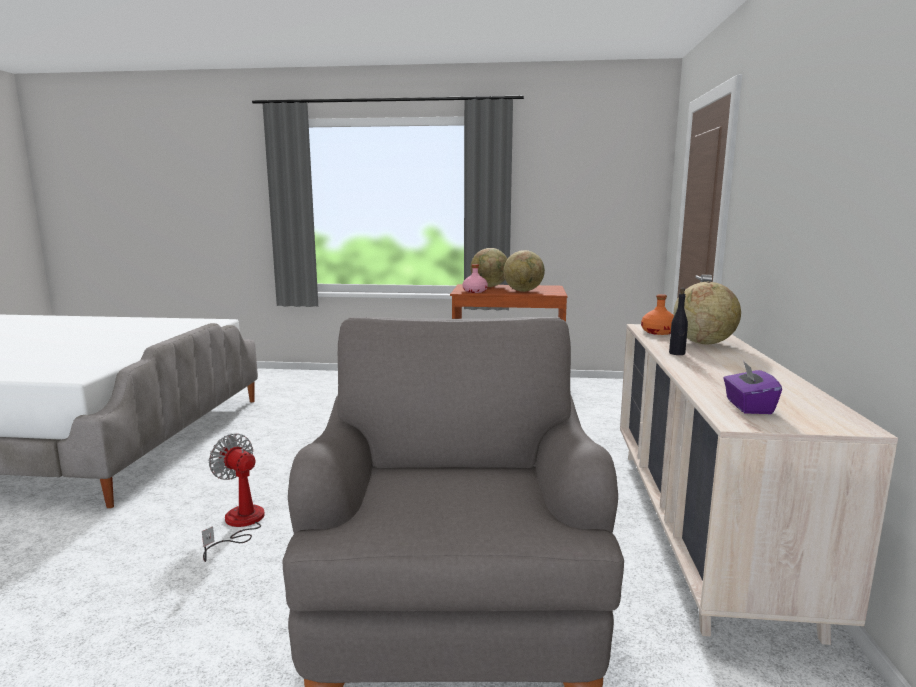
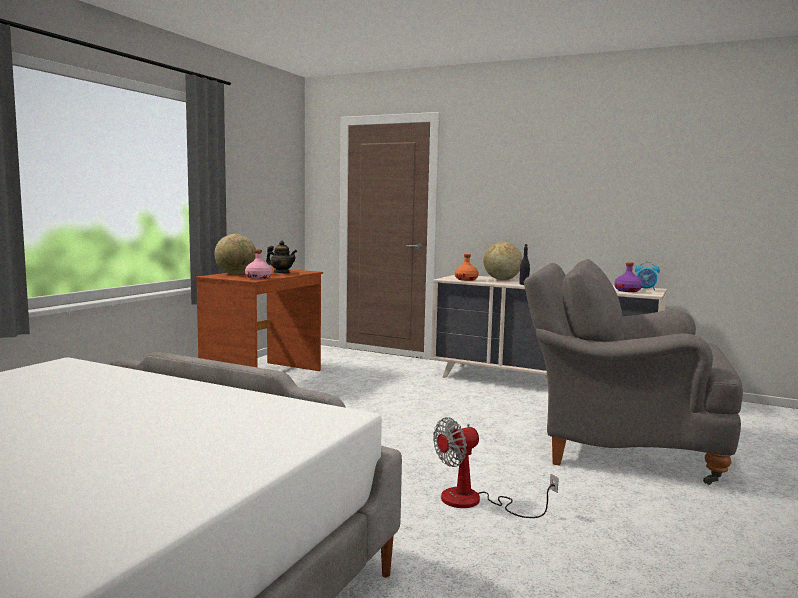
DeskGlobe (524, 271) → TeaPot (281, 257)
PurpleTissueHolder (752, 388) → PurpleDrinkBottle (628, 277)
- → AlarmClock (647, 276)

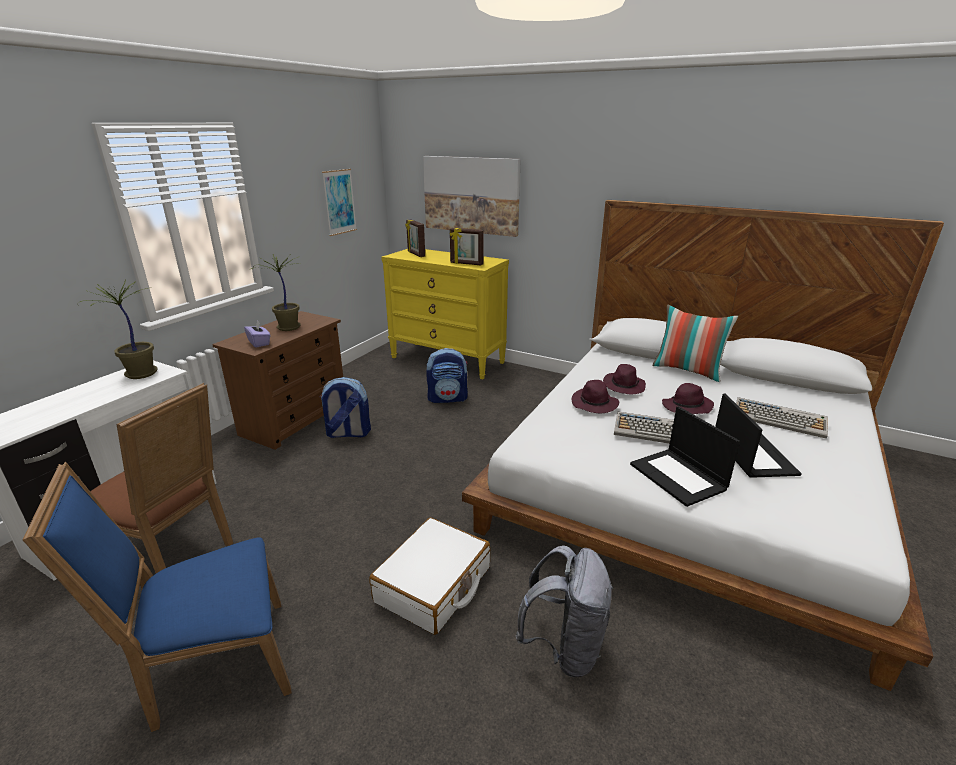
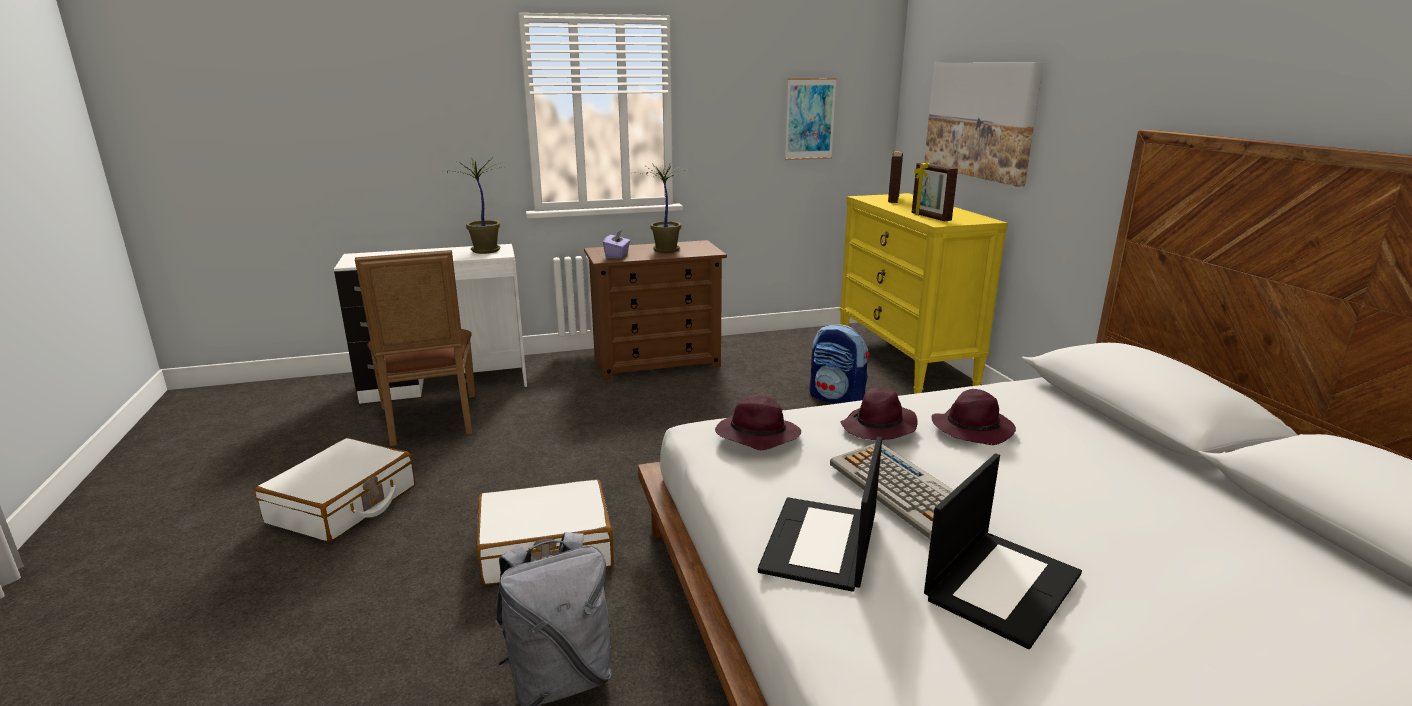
Pillow (695, 343) → -
Knapsack (345, 407) → -
PurpleWearableHat (688, 398) → PurpleWearableHat (758, 422), relocated
PcKeyboard (782, 418) → -
BluishPlainChair (157, 597) → WhiteColouredTravelCase (335, 490)

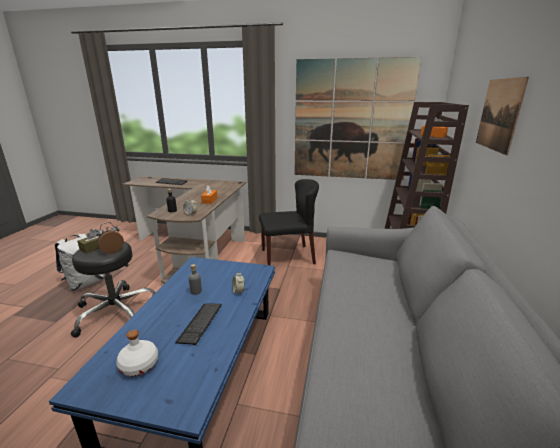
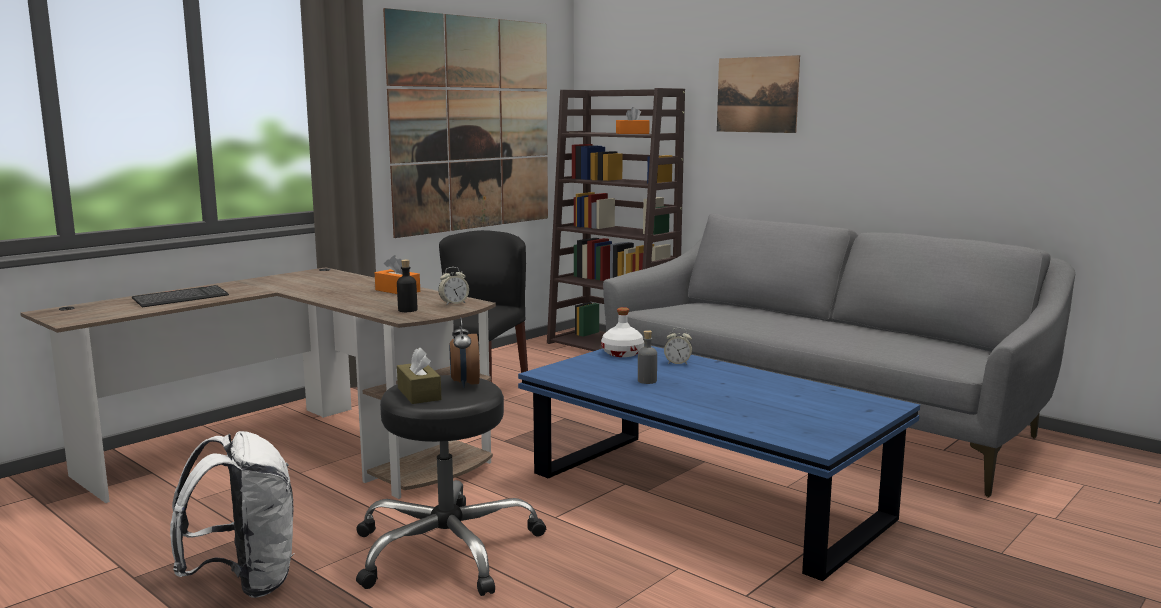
PcKeyboard (198, 324) → -
WhiteColouredDrinkBottle (137, 353) → WhiteColouredDrinkBottle (622, 332), relocated

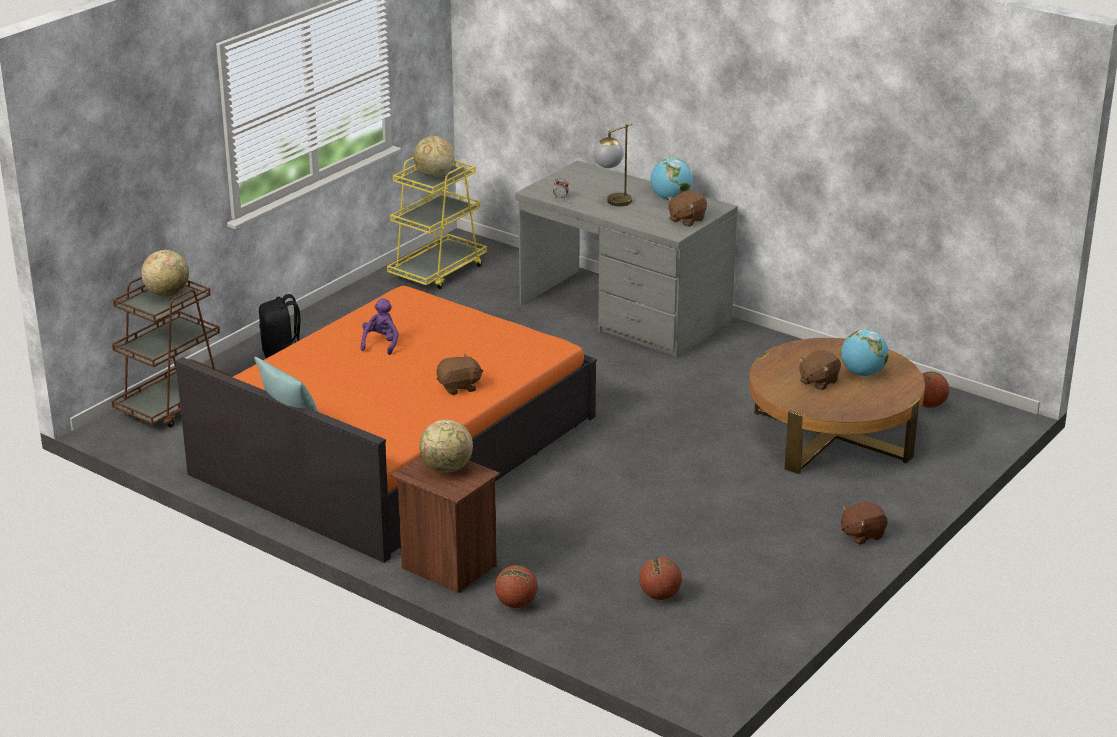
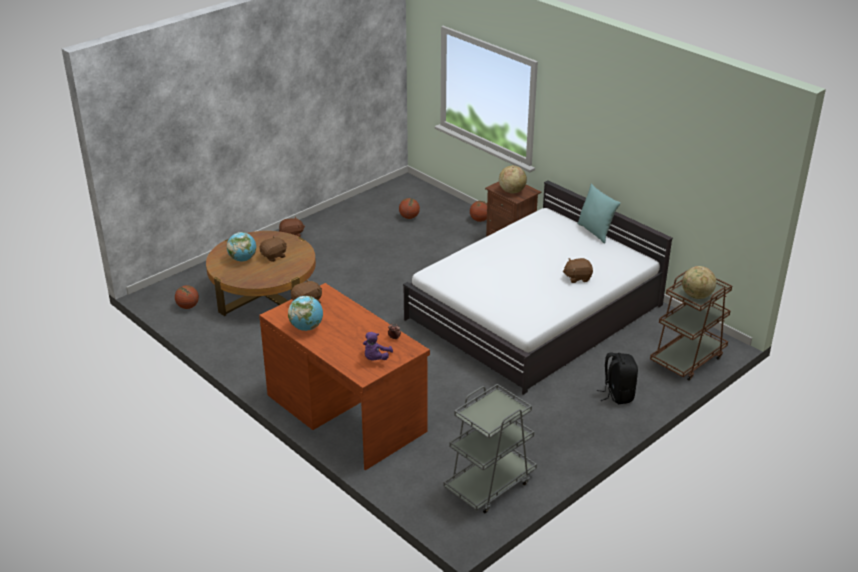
LampForATable (612, 164) → -
DeskGlobe (434, 156) → -
YellowWheeledCart (437, 223) → GreyWheeledCart (490, 448)
GreyDesk (627, 259) → BrownDesk (344, 376)
OrangeyBed (386, 424) → WhiteColouredBed (538, 287)
PurpleCuddlyToy (380, 326) → PurpleCuddlyToy (378, 346), relocated
BrownCuddlyToy (459, 374) → BrownCuddlyToy (578, 270), relocated

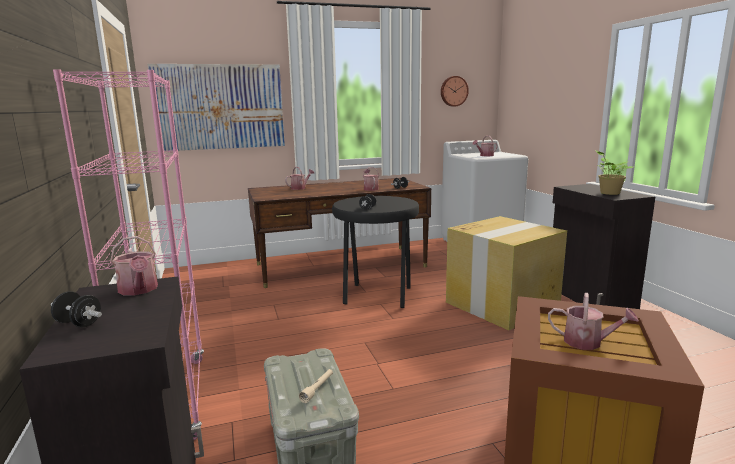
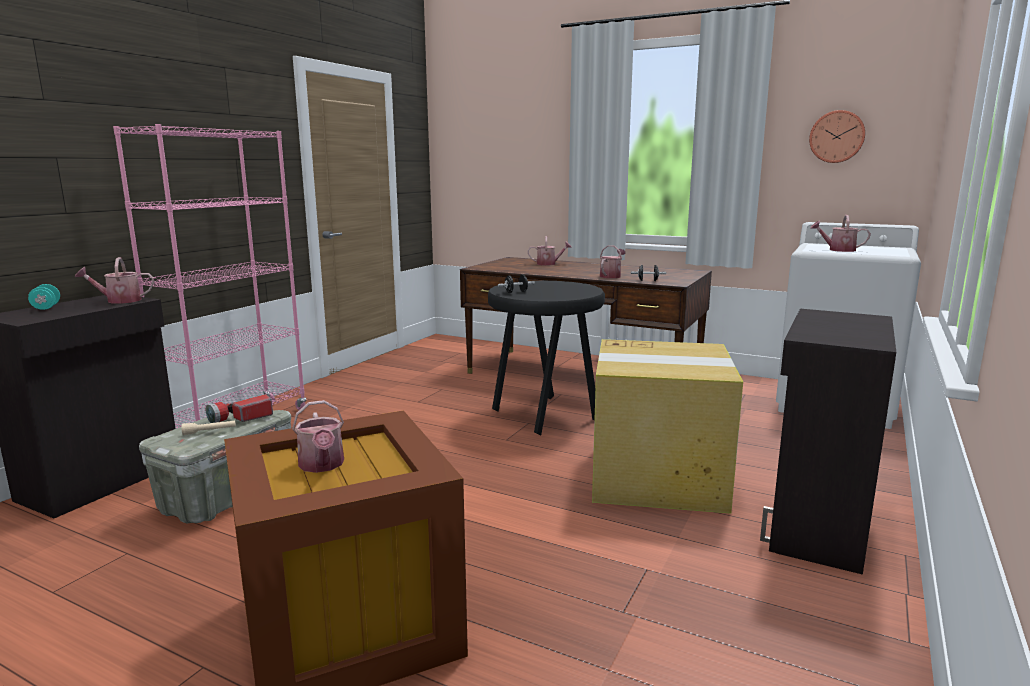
Picture (216, 107) → -
Houseplant (614, 172) → -
WateringPot (134, 265) → WateringPot (114, 280), 60 degrees clockwise
BlackDumbbell (76, 309) → BlueGreenDumbbell (44, 297)
- → HandTorch (239, 408)

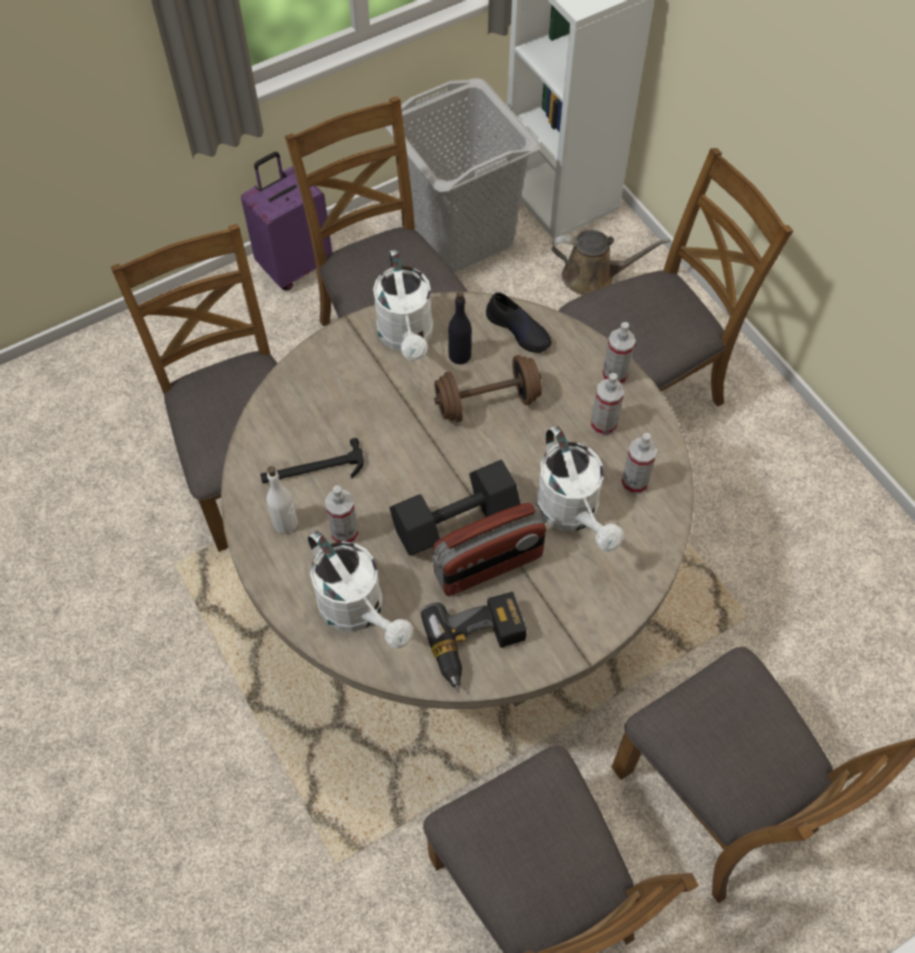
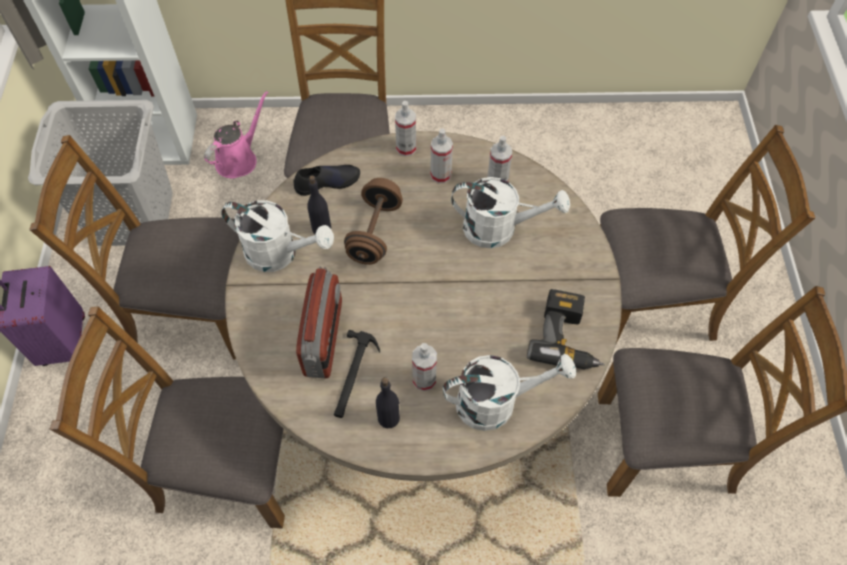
BrownWateringPot (611, 263) → PinkColouredWateringPot (236, 135)
BlackDumbbell (454, 507) → -
WhiteColouredDrinkBottle (282, 500) → BlackDrinkBottle (388, 402)
RadioReceiver (489, 549) → RadioReceiver (319, 322), relocated

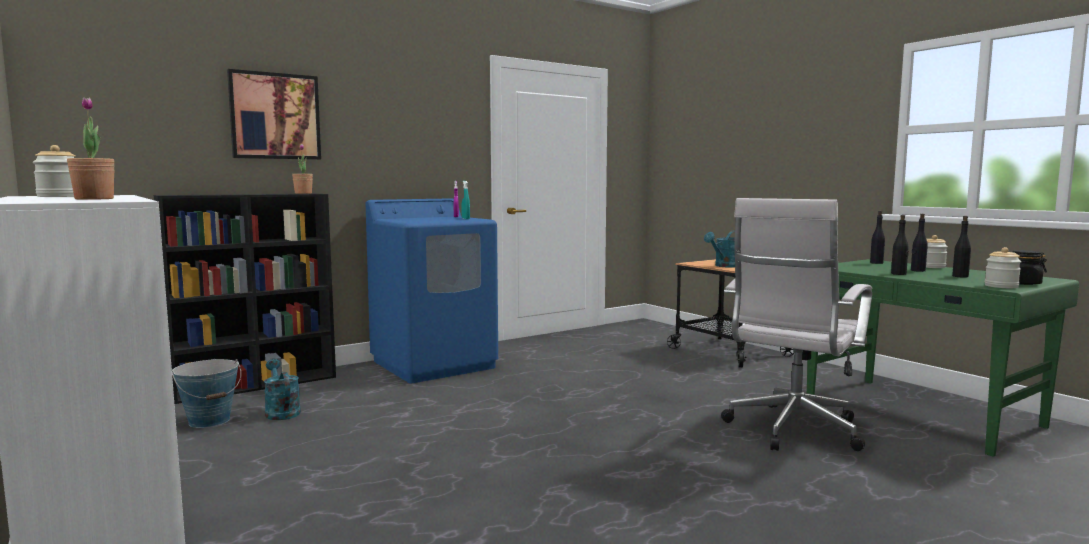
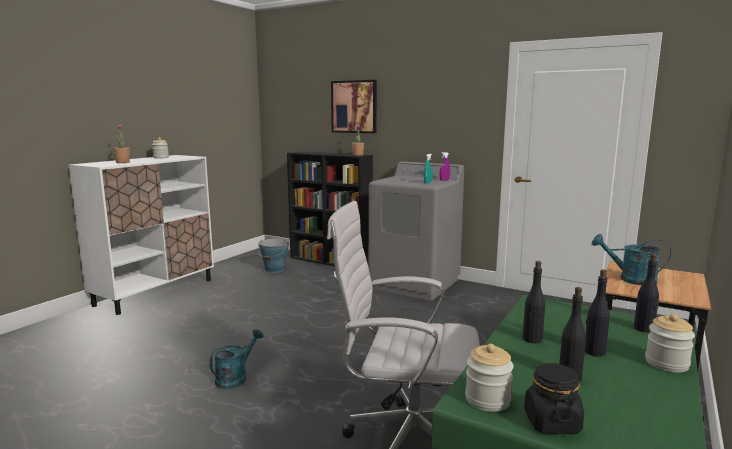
BluishLaundryAppliance (432, 290) → GreyLaundryAppliance (416, 231)
BlueGreenWateringPot (282, 389) → BlueGreenWateringPot (236, 359), relocated

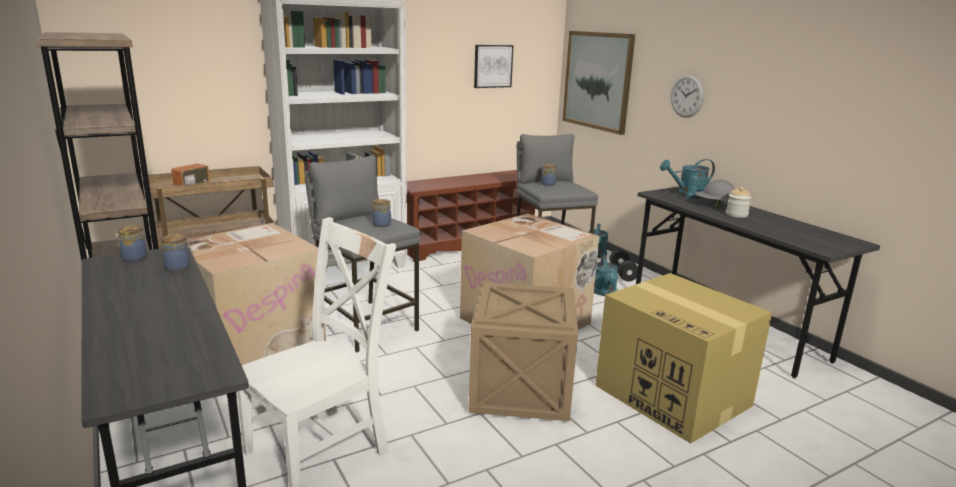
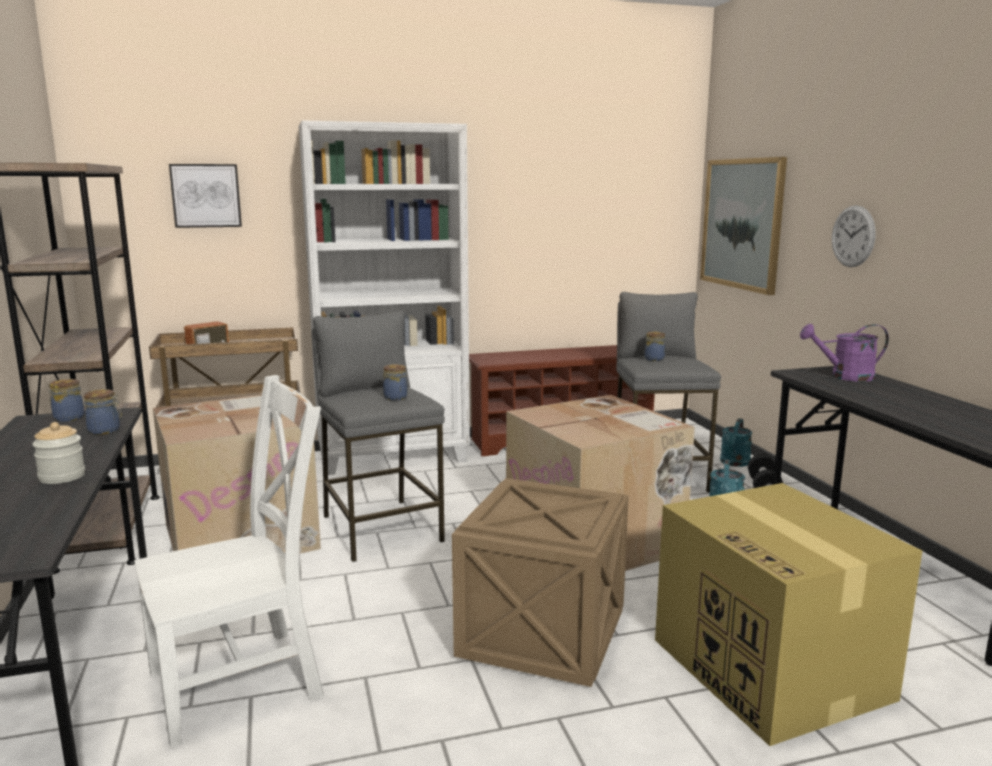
Picture (493, 66) → Picture (205, 196), relocated
BlueGreenWateringPot (687, 179) → PurpleWateringPot (844, 353)
GreyWorkHelmet (715, 193) → -
StorageJar (739, 202) → StorageJar (58, 453), relocated

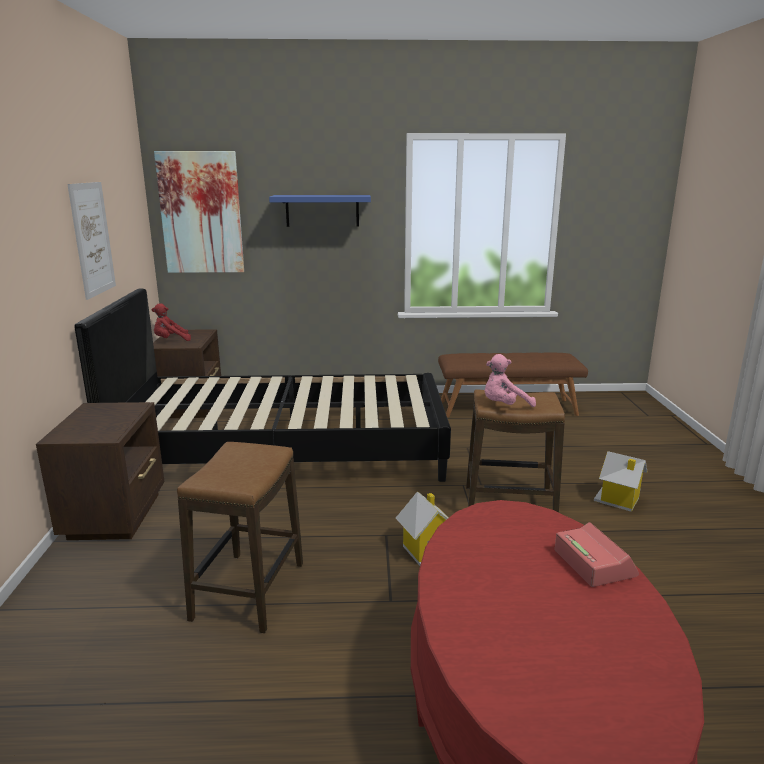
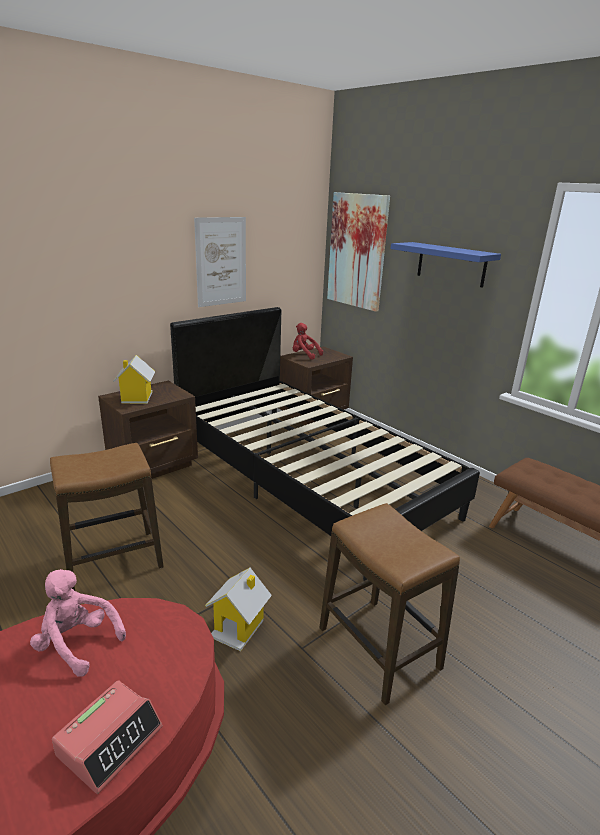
PinkColouredCuddlyToy (510, 380) → PinkColouredCuddlyToy (78, 622), relocated
ModelHouse (621, 481) → ModelHouse (134, 379), relocated

